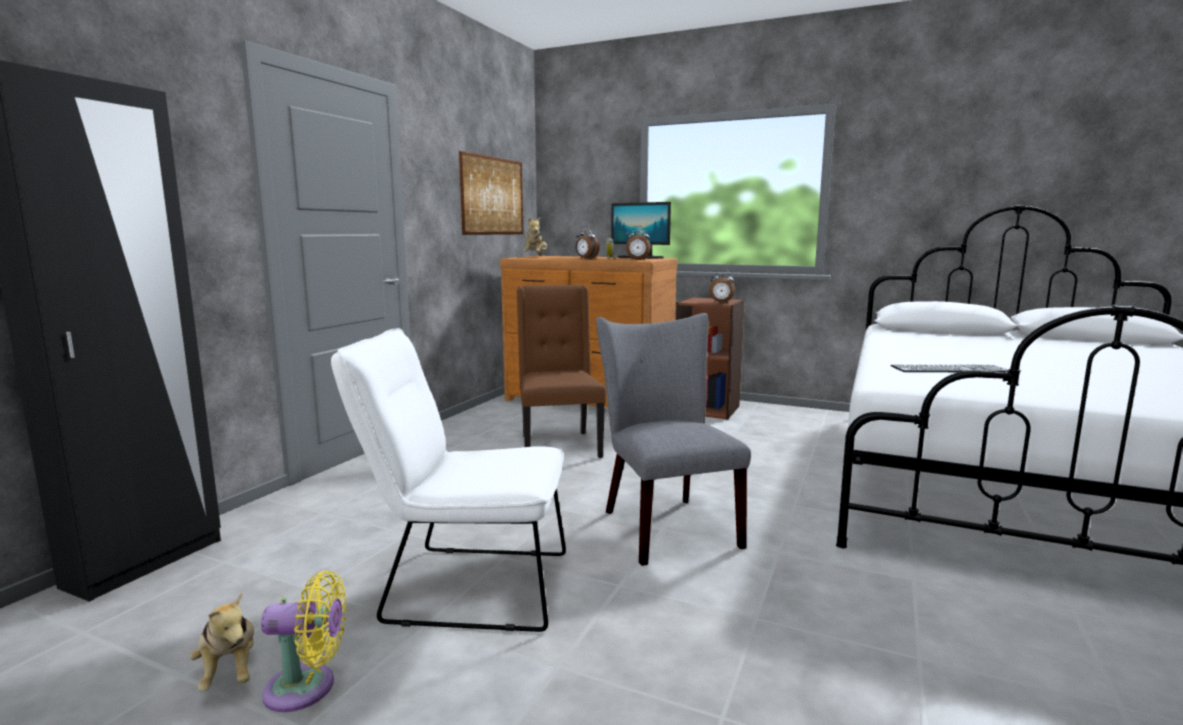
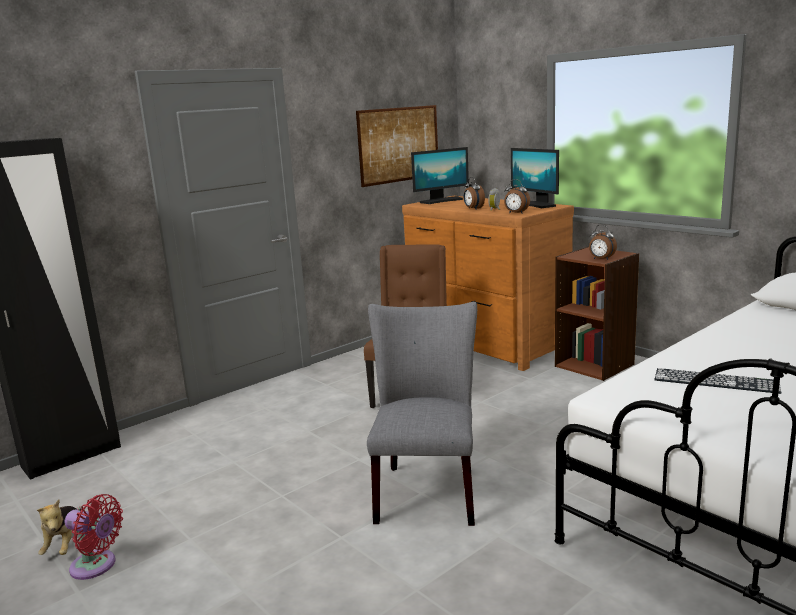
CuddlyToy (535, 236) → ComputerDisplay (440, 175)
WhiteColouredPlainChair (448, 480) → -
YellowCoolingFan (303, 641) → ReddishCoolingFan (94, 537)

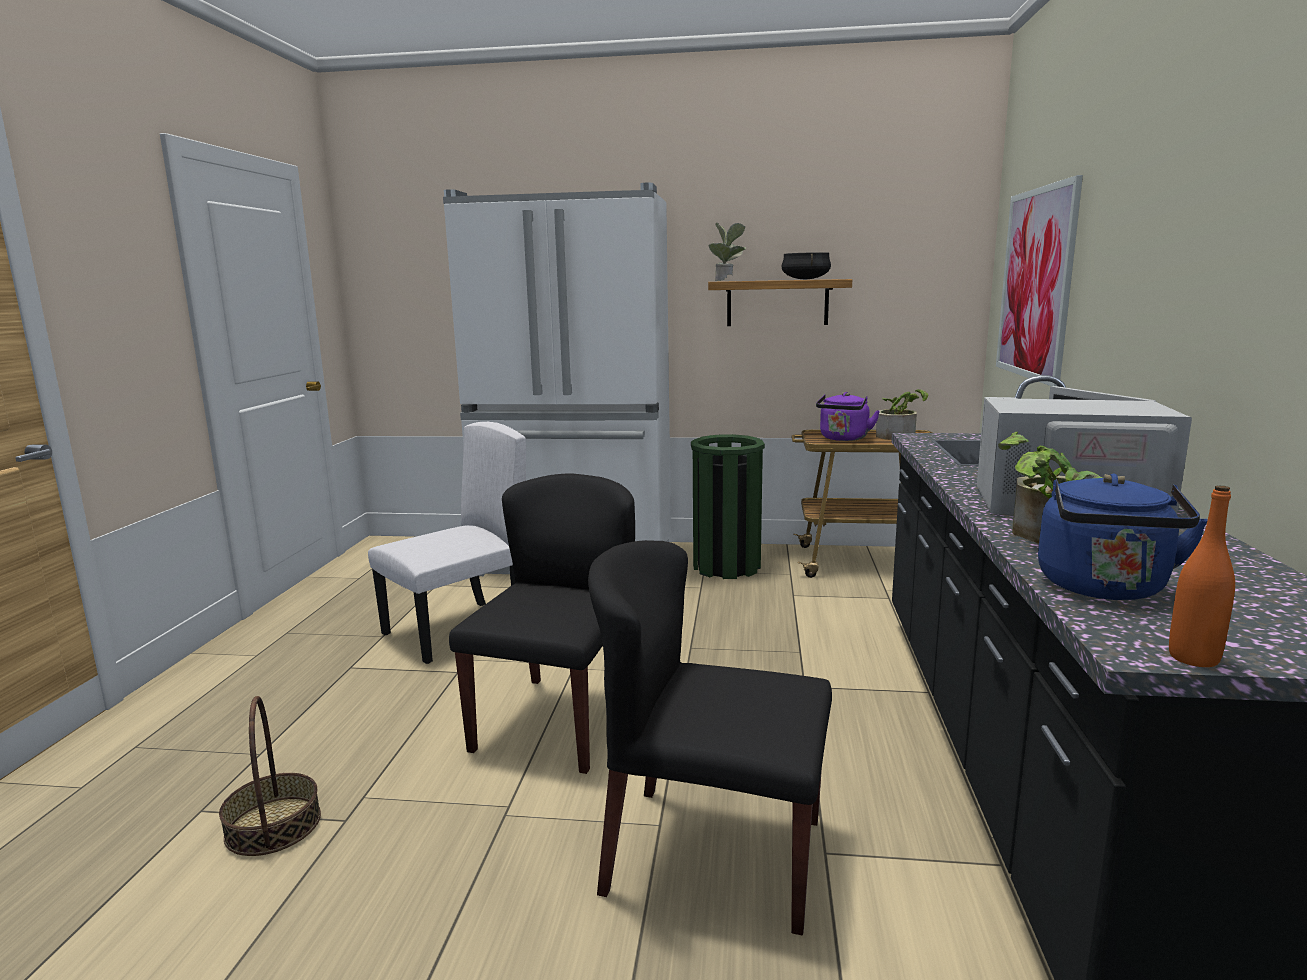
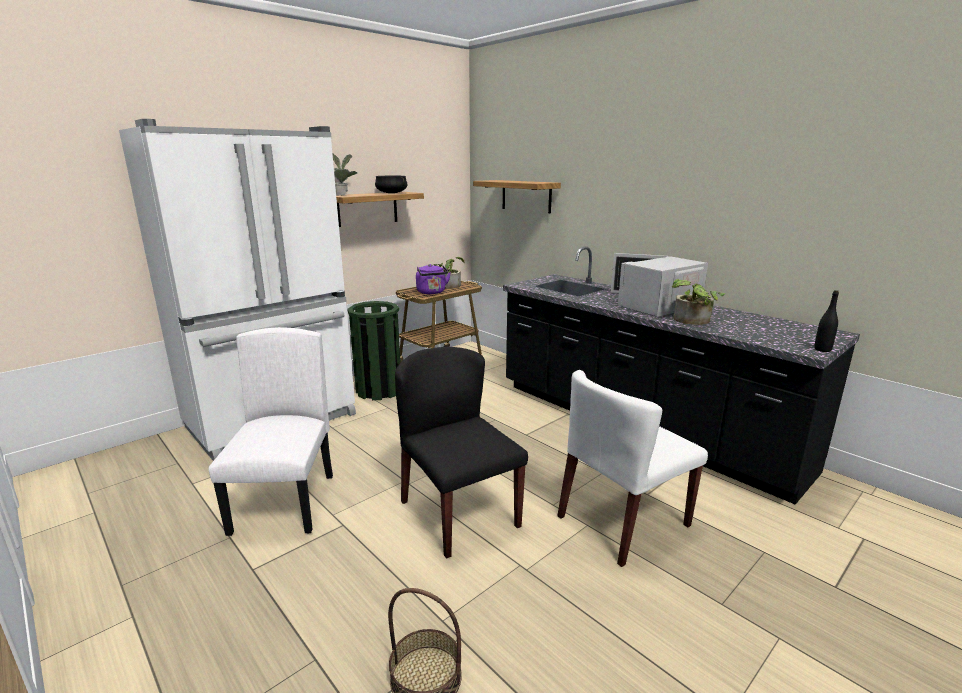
Picture (1039, 280) → BracketShelf (517, 196)
BluishKettle (1123, 537) → -
OrangeyDrinkBottle (1202, 576) → BlackDrinkBottle (826, 321)
BlackPlainChair (710, 737) → WhiteColouredPlainChair (632, 468)

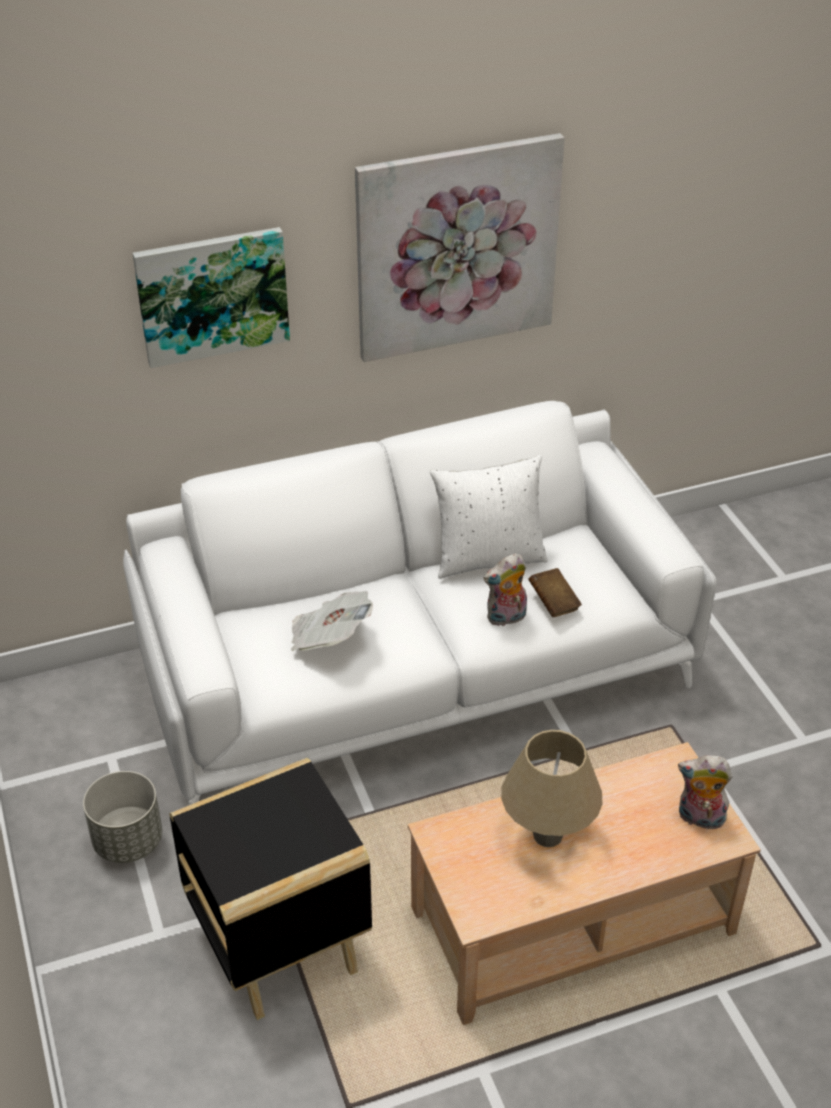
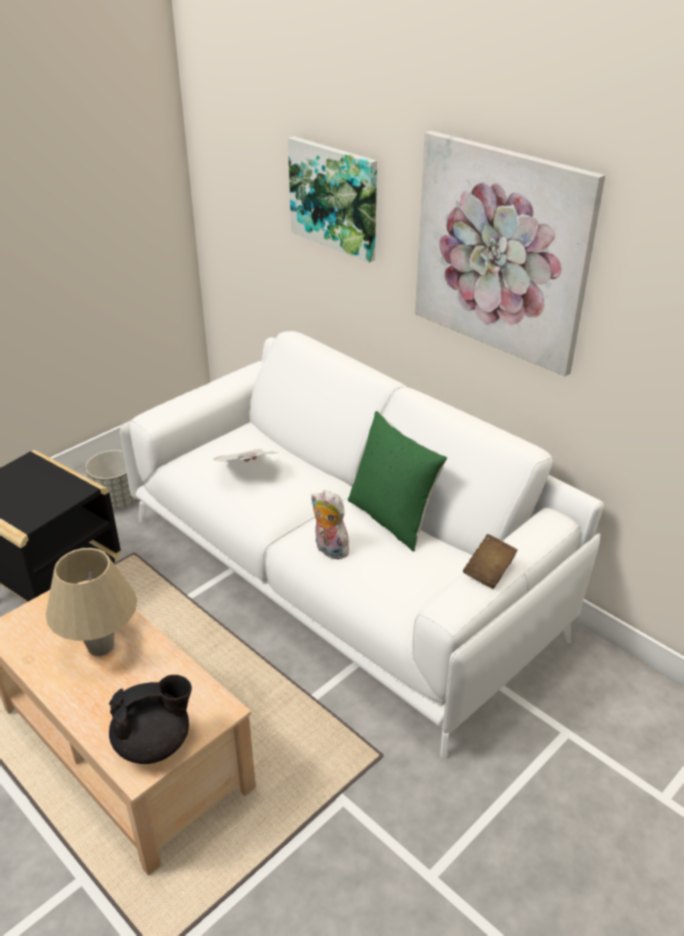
WhiteColouredPillow (489, 517) → GreenishPillow (397, 481)
BrownBook (555, 592) → BrownBook (490, 561), relocated
CuddlyToy (705, 794) → BlackTeaPot (150, 719)

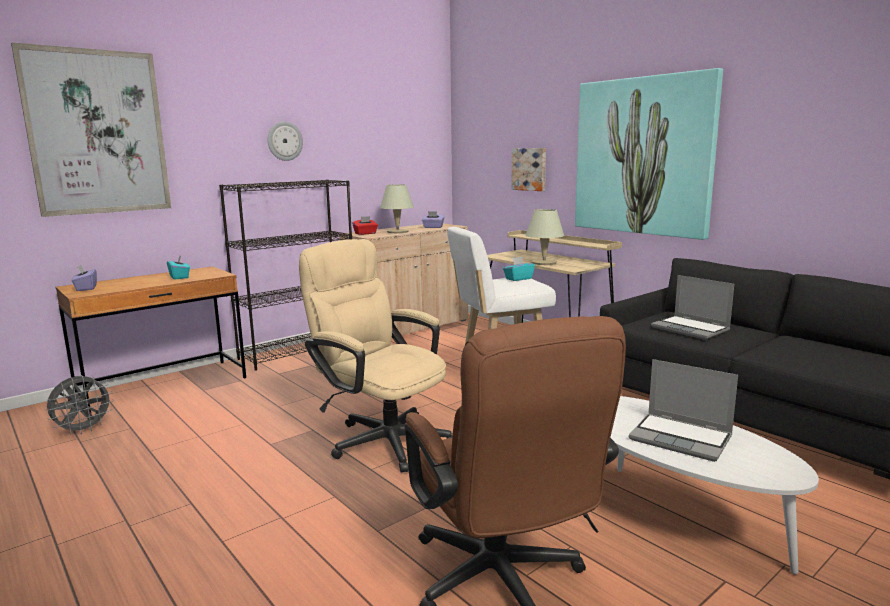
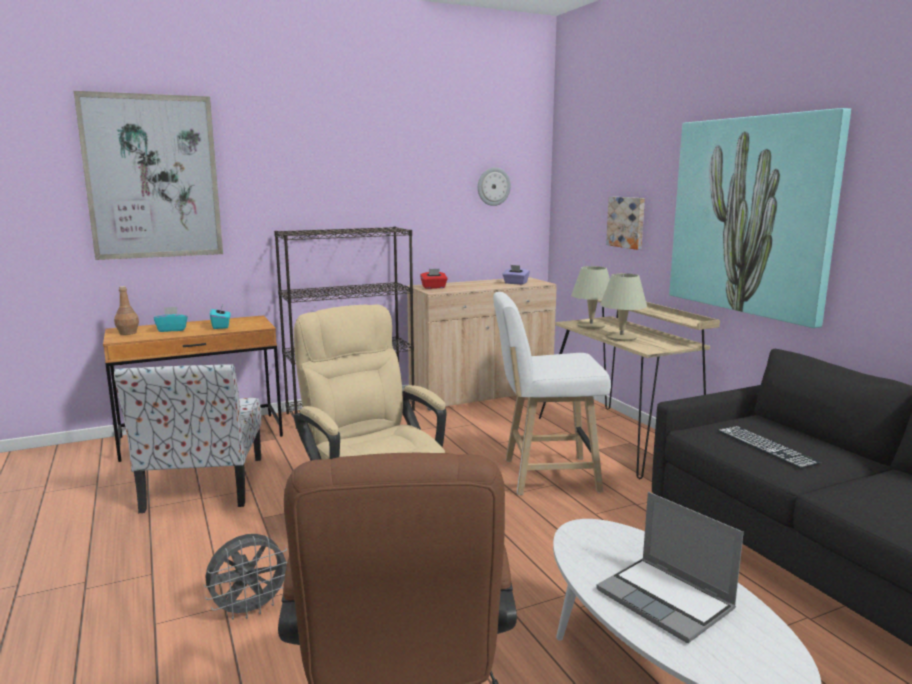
WallClock (285, 141) → WallClock (494, 186), relocated
SandColouredLampForATable (397, 208) → SandColouredLampForATable (590, 297), relocated
BlueGreenTissueHolder (519, 269) → BlueGreenTissueHolder (171, 319), relocated
PurpleTissueHolder (84, 277) → BrownDrinkBottle (126, 310)
NotebookComputer (692, 307) → PcKeyboard (769, 447)
GreyCoolingFan (80, 405) → GreyCoolingFan (245, 577), relocated
- → PlainChair (187, 438)

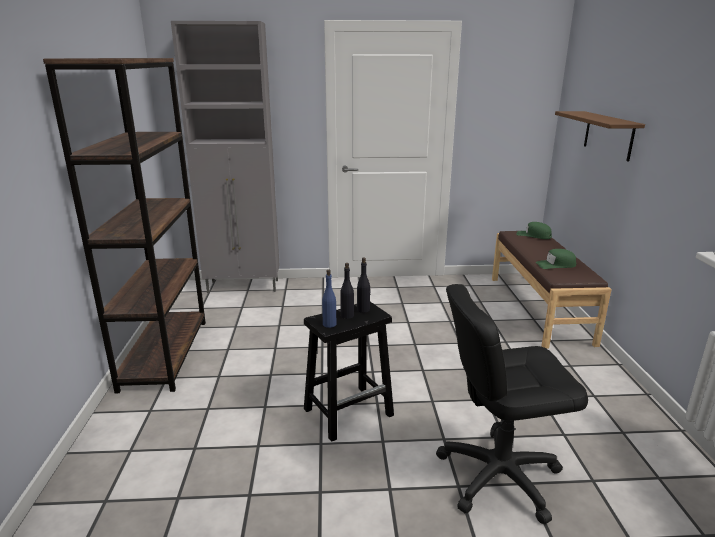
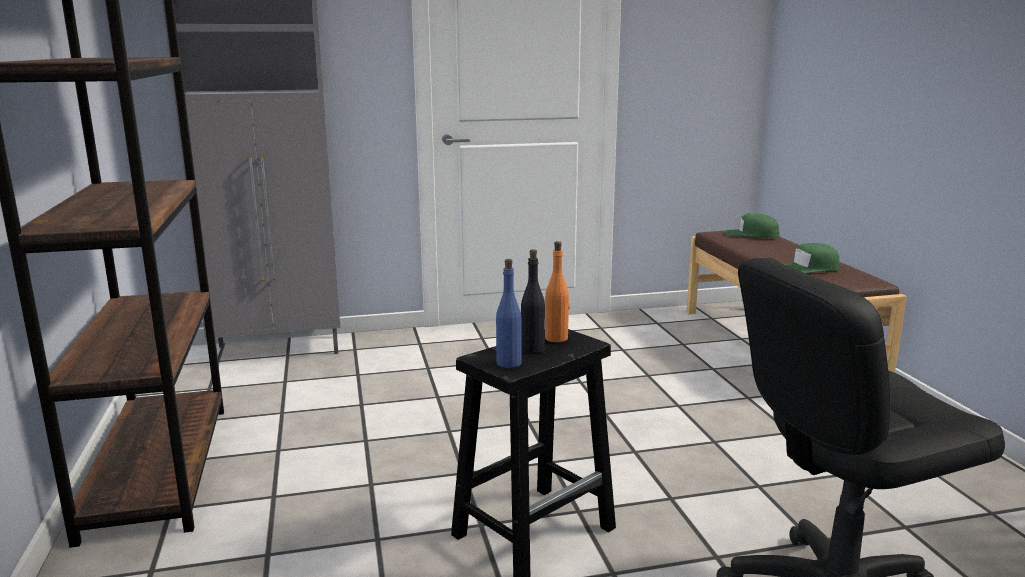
BrownBracketShelf (600, 136) → -
BlackDrinkBottle (364, 285) → OrangeyDrinkBottle (557, 291)

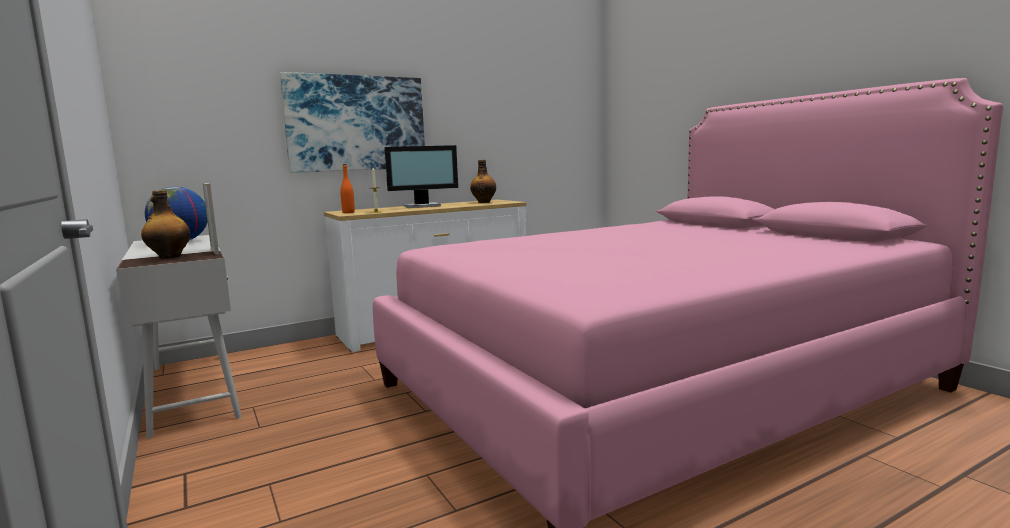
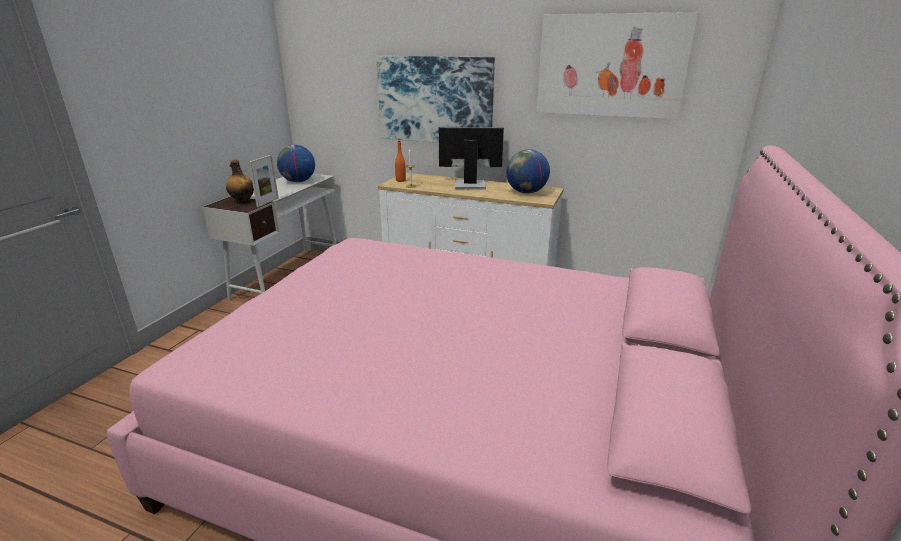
ComputerDisplay (421, 176) → ComputerDisplay (471, 158), 150 degrees clockwise
DrinkBottle (483, 181) → DeskGlobe (528, 172)
- → Picture (617, 65)

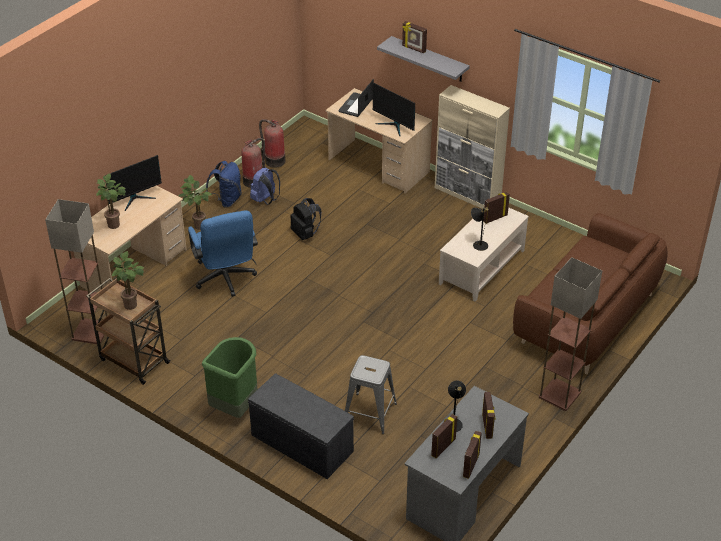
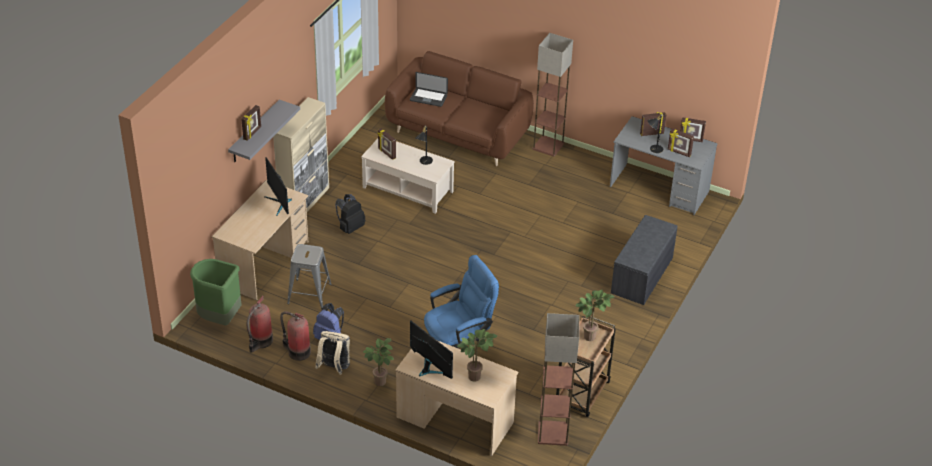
NotebookComputer (356, 98) → NotebookComputer (429, 89), relocated
ComputerDisplay (394, 110) → ComputerDisplay (278, 186), 120 degrees clockwise
BluishKnapsack (224, 184) → SandColouredKnapsack (332, 353)
BlackKnapsack (305, 219) → BlackKnapsack (350, 214), relocated
GreenishRubbishBin (230, 377) → GreenishRubbishBin (215, 292), relocated
GreyStoolSeat (371, 394) → GreyStoolSeat (309, 276), relocated

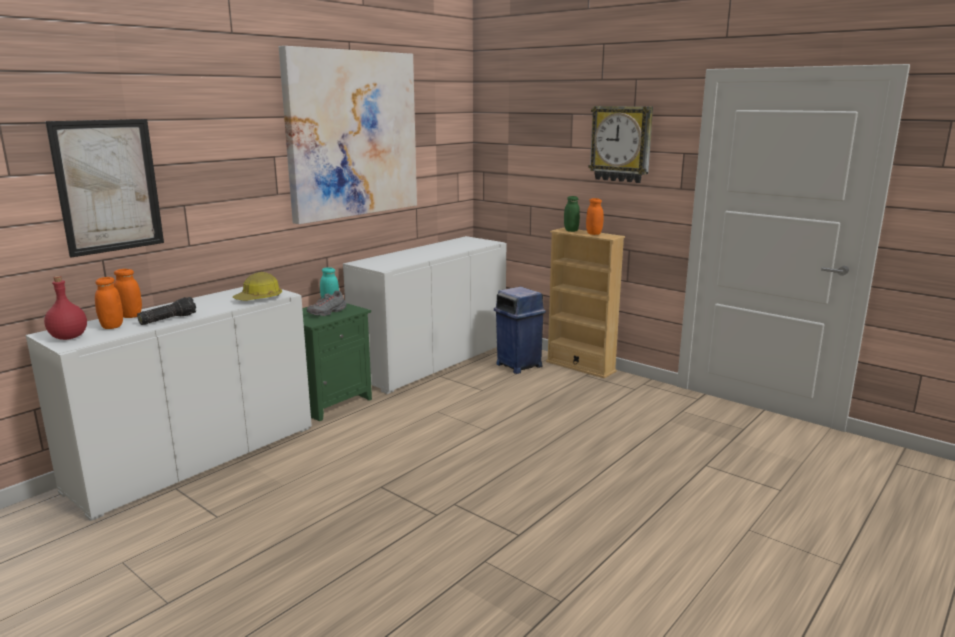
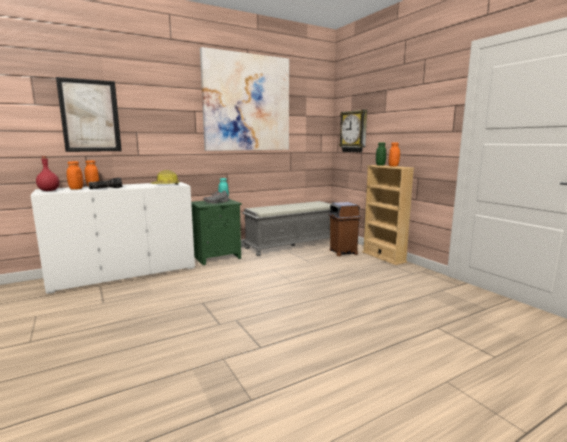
WallClock (620, 144) → WallClock (353, 131), relocated
WhiteColouredCupboard (424, 315) → GreyIndoorBench (286, 228)
BluishRubbishBin (520, 330) → BrownRubbishBin (345, 229)

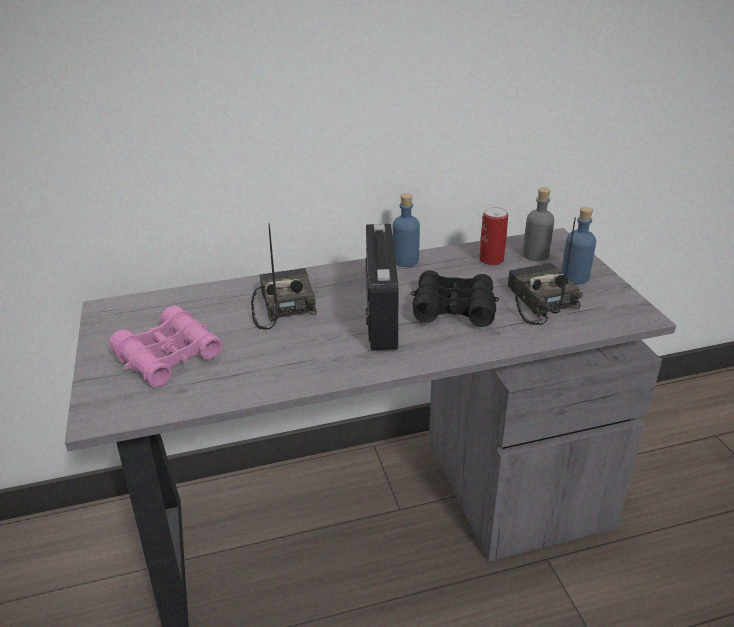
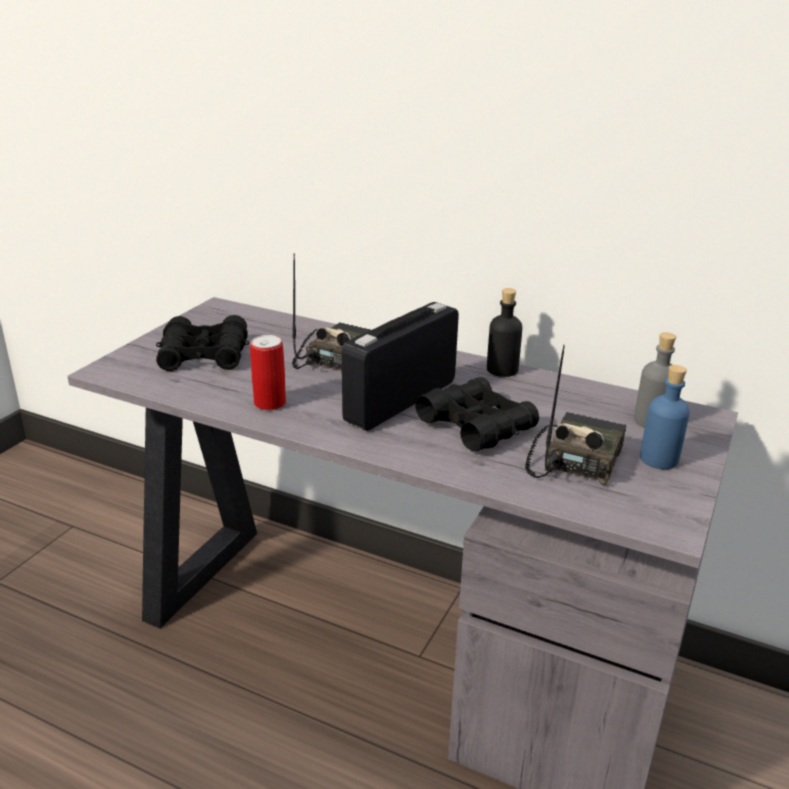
BluishDrinkBottle (406, 230) → BlackDrinkBottle (504, 332)
MetalCan (493, 236) → MetalCan (268, 372), relocated
PinkColouredFieldGlasses (165, 346) → BlackFieldGlasses (202, 343)

